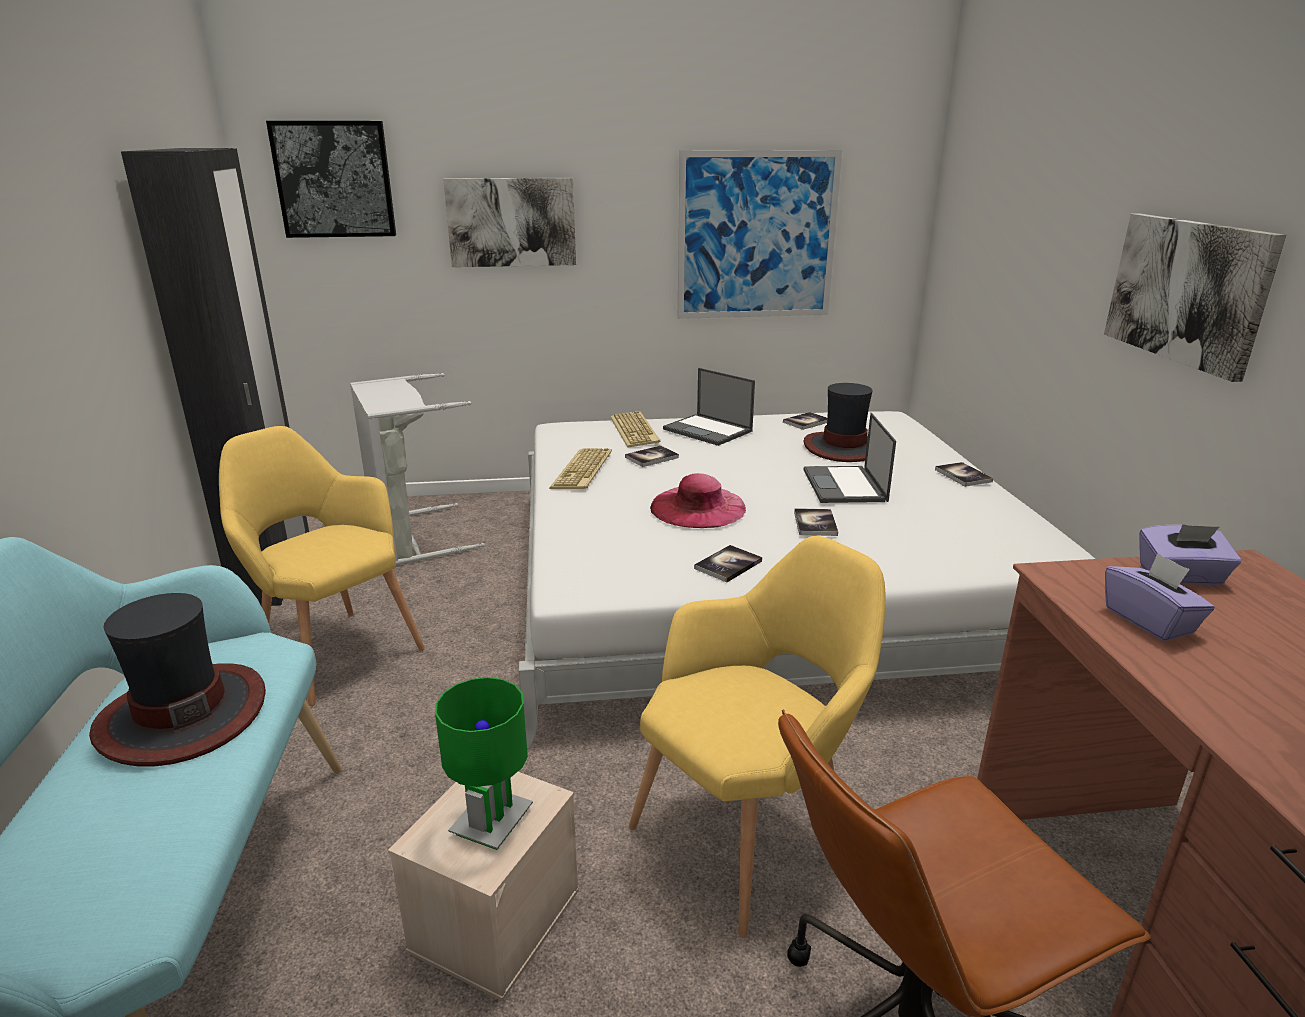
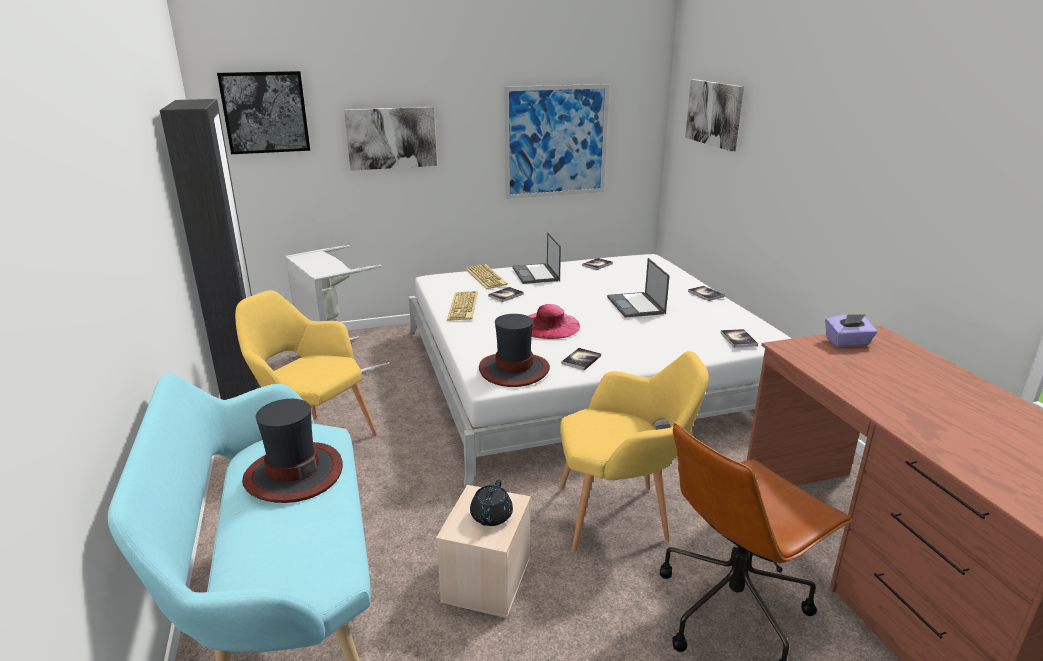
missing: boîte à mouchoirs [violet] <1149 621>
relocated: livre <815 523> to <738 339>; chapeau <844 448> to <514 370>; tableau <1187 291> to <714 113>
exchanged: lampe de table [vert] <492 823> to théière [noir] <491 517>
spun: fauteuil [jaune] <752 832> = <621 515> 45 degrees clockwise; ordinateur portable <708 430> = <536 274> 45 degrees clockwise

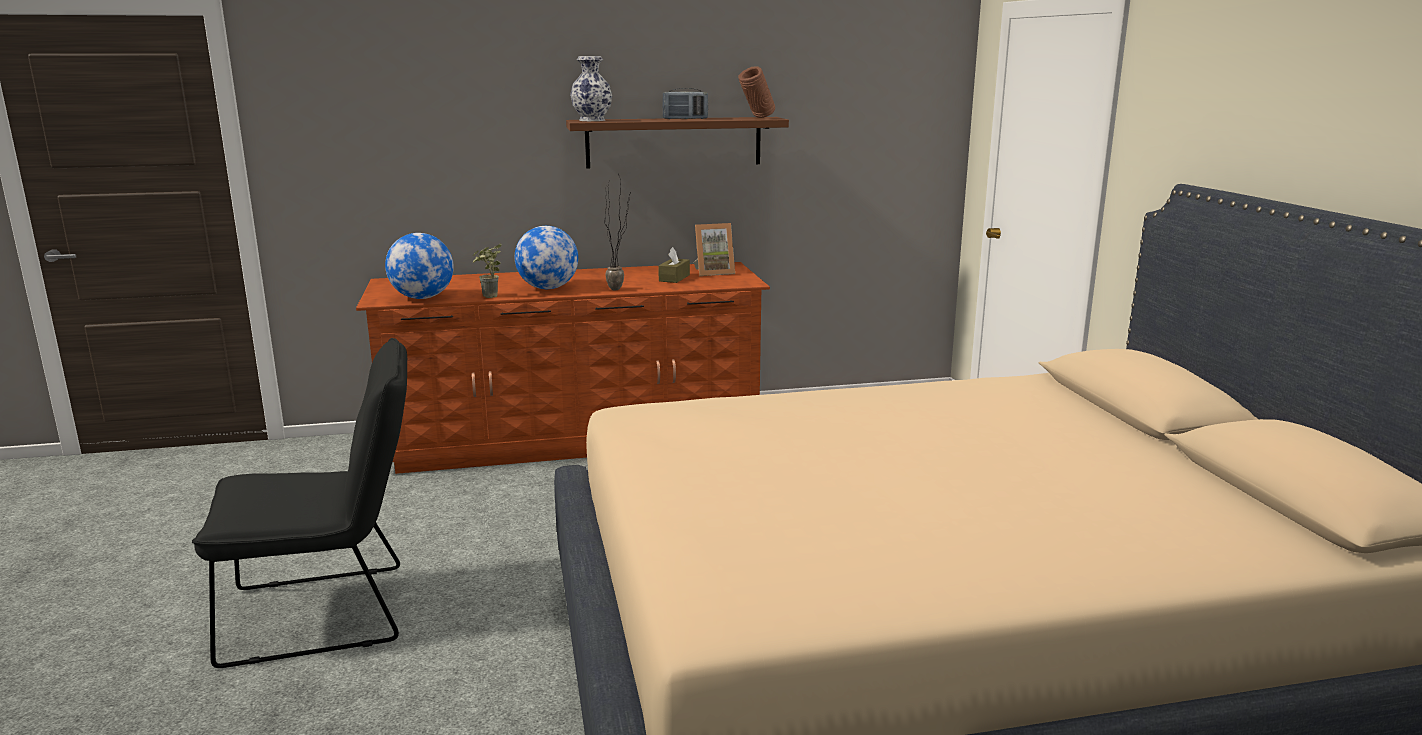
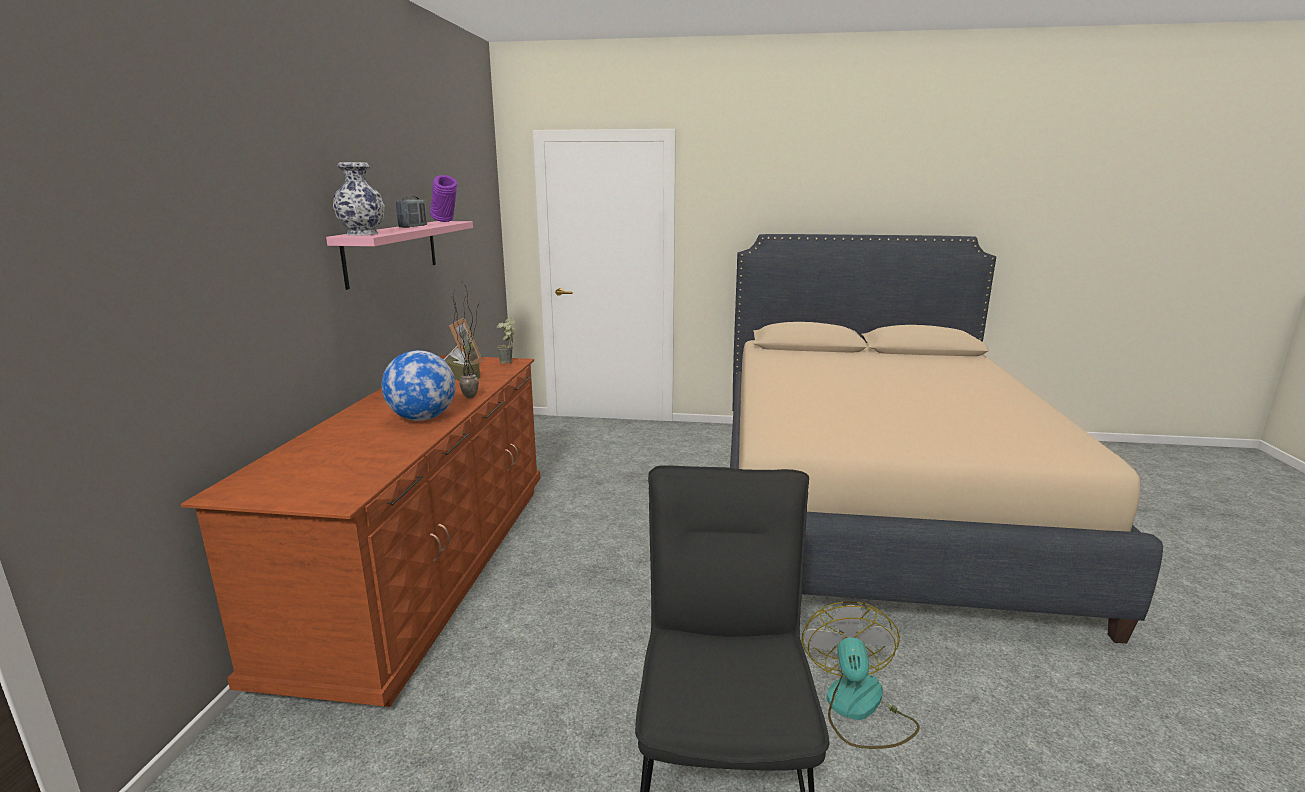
missing: globe <422 298>
appeared: ventilateur <858 709>
relocated: plante en pot <489 297> to <509 363>
colour: étagère [marron] <674 142> to étagère [rose] <392 251>; vase [marron] <757 118> to vase [violet] <445 222>

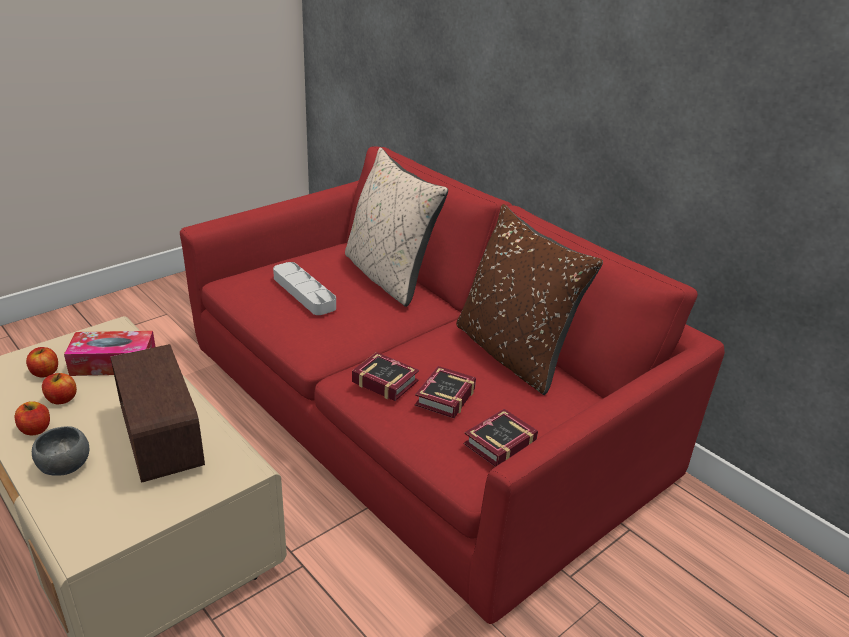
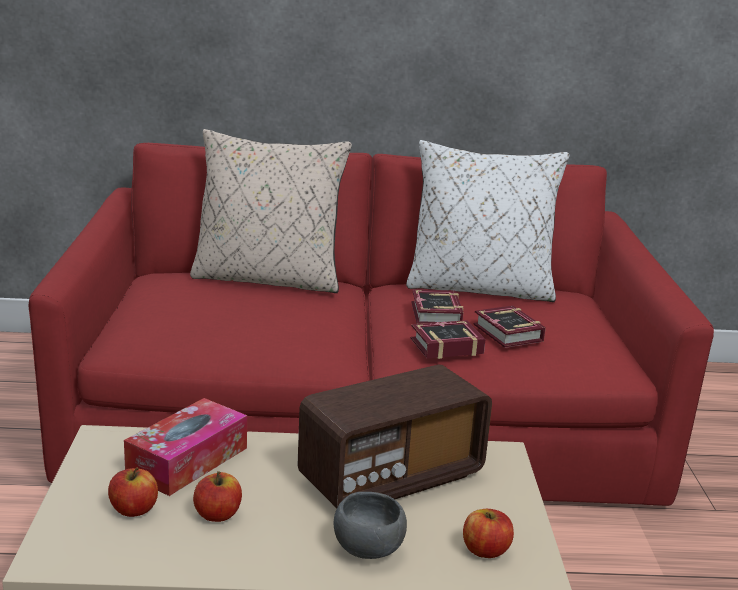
missing: plateau [gris] <304 292>
relocated: pomme <36 429> to <485 550>; livre <496 444> to <434 315>
colour: coussin [marron] <513 354> to coussin [blanc] <480 288>
spun: radio <162 439> = <391 478> 45 degrees counterclockwise

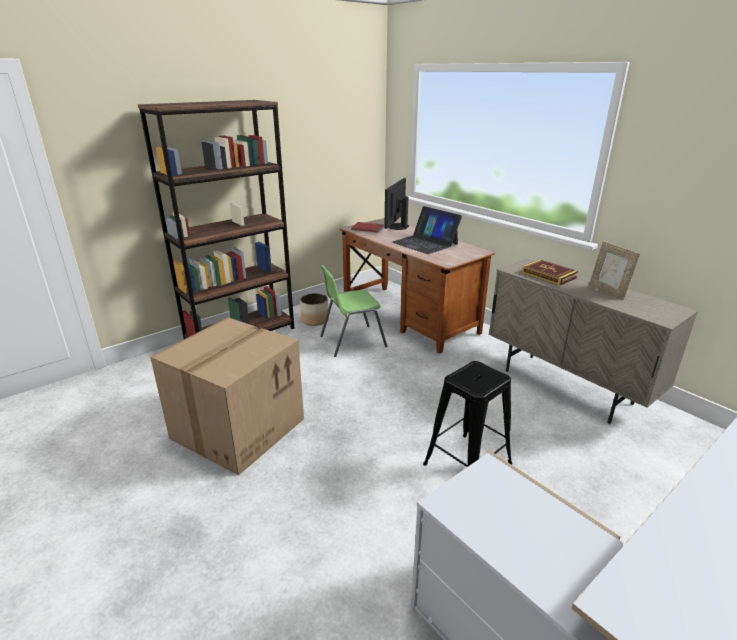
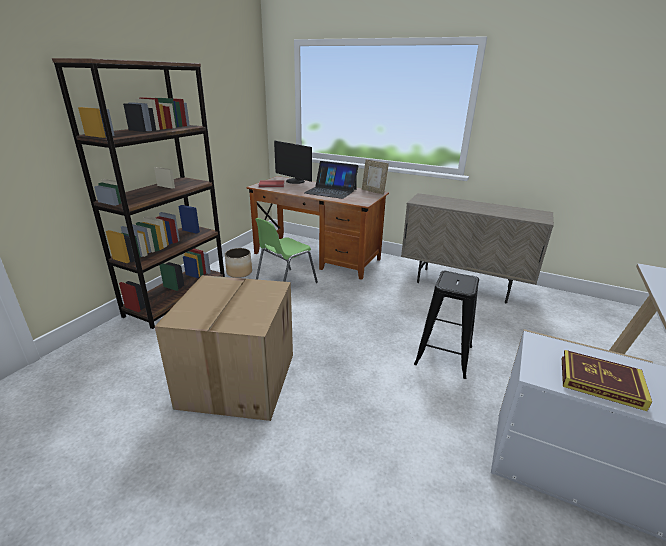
relocated: livre <548 275> to <600 382>; cadre photo <607 291> to <373 191>
spun: écran d'ordinateur <397 226> = <294 181> 45 degrees counterclockwise

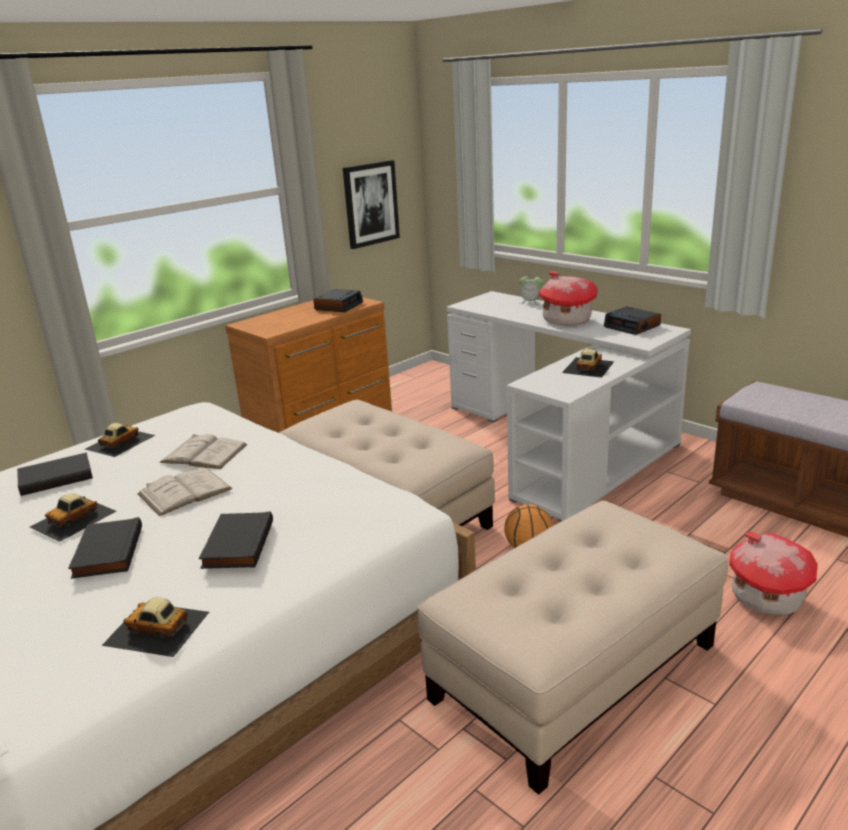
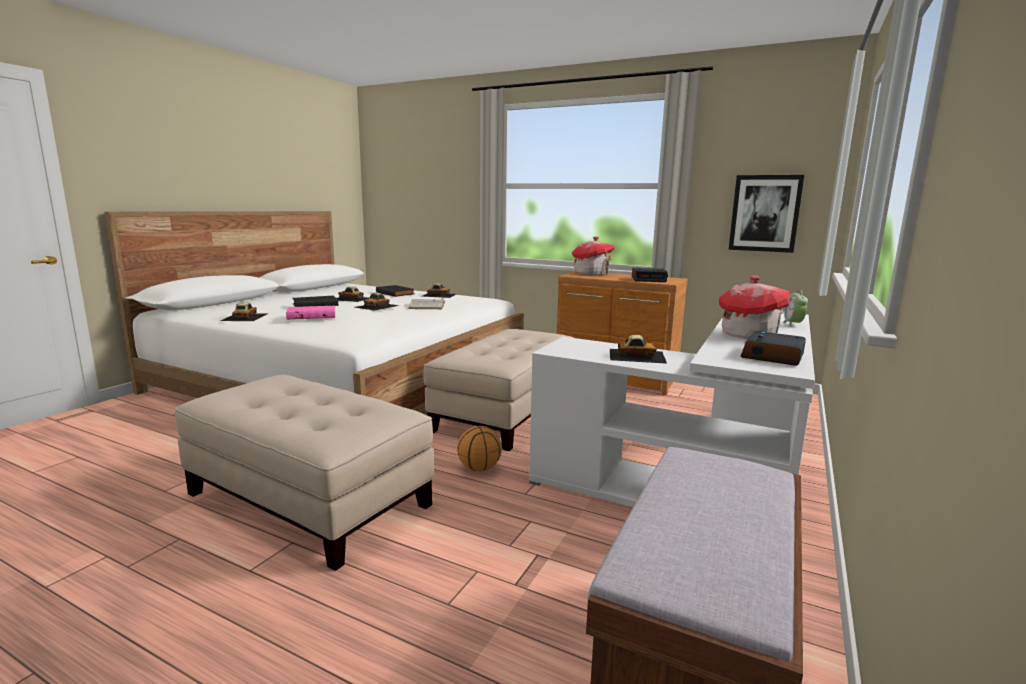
relocated: maison miniature <765 597> to <591 273>
exchanged: livre [blanc] <185 491> to petite voiture <377 306>
colour: livre [noir] <236 544> to livre [rose] <312 315>

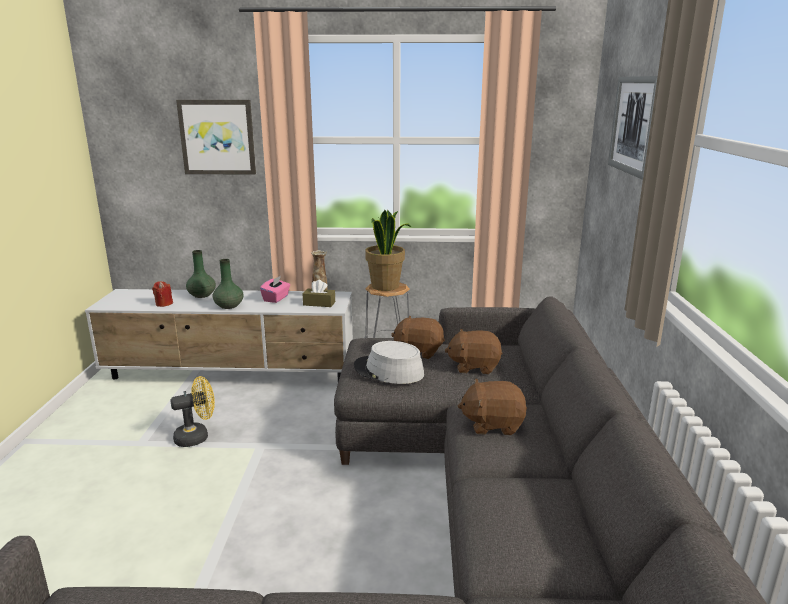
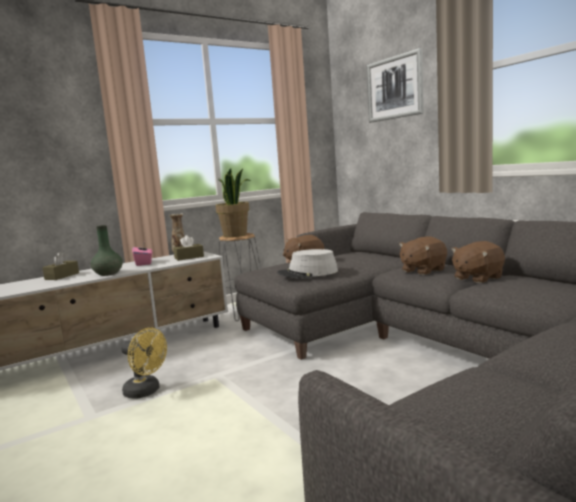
missing: bougie [rouge] <164 304>; tableau <217 137>
relocated: peluche [marron] <474 366> to <477 278>
exchanged: vase [vert] <202 295> to boîte à mouchoirs [marron] <62 276>
spun: ventilateur [jaune] <197 437> = <146 392> 90 degrees clockwise

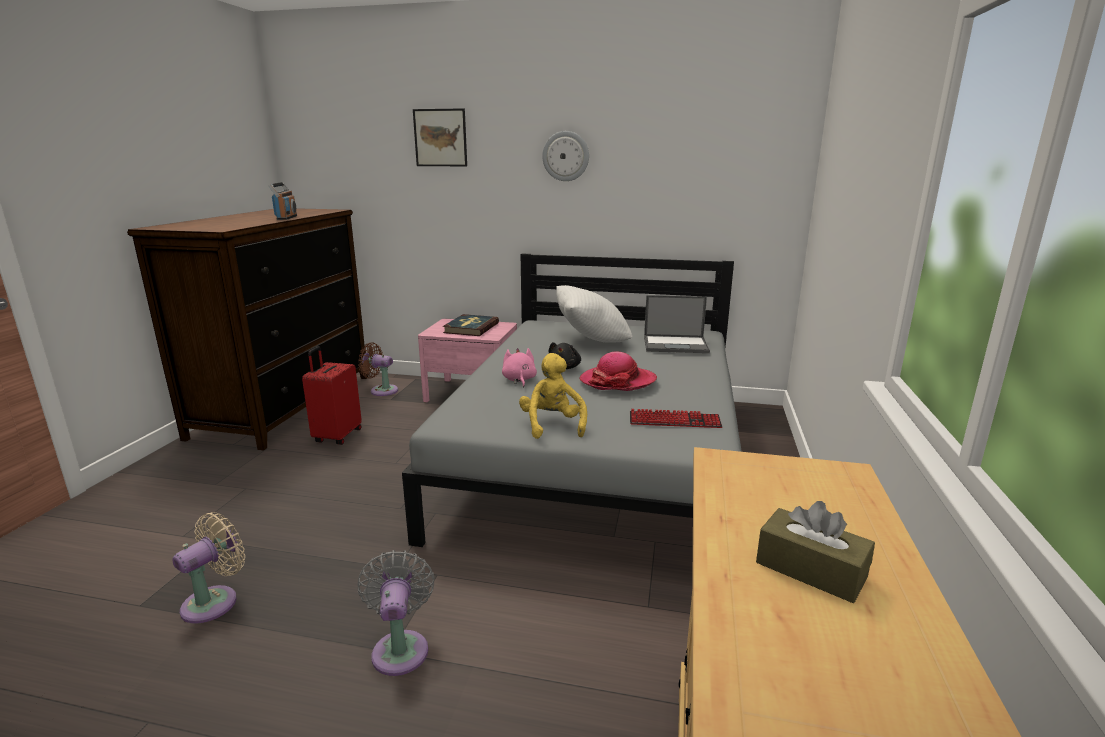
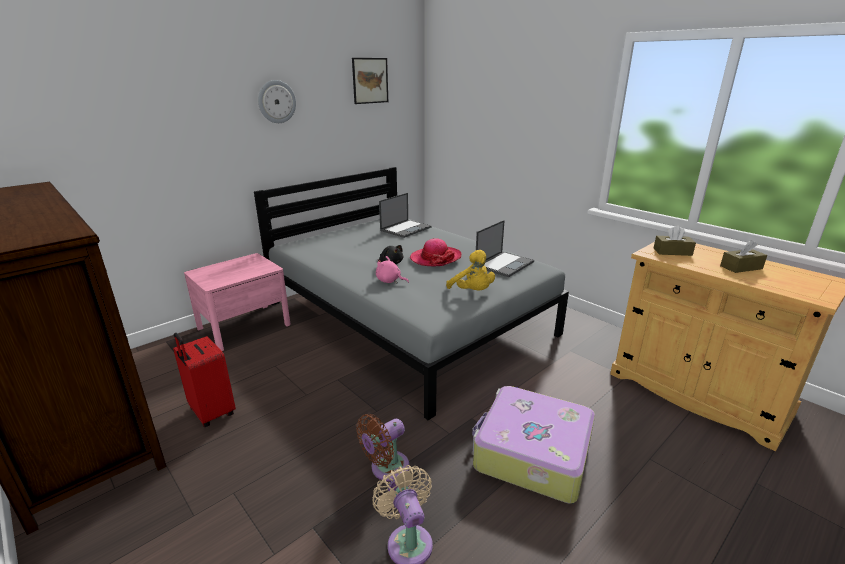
missing: radio <286 217>; livre <471 328>; coussin [blanc] <591 340>
appeared: boîte à mouchoirs [marron] <672 252>
relocated: ventilateur [marron] <381 390> to <386 468>; tableau <440 138> to <370 80>
exchanged: ventilateur [gris] <400 648> to valise <531 453>; clavier <674 421> to ordinateur portable <504 264>
spun: peluche [jaune] <552 425> = <472 292> 150 degrees counterclockwise

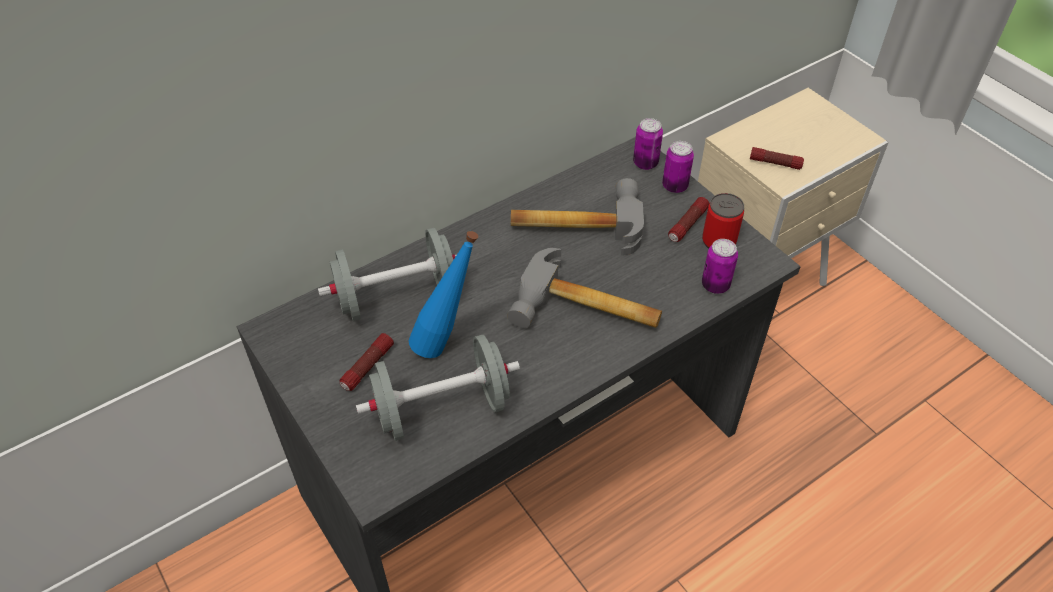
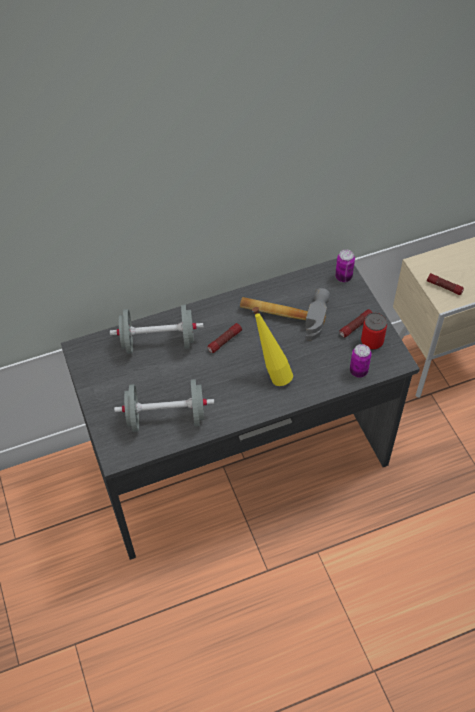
missing: bouteille [bleu] <447 343>; boîte métallique <674 186>
relocated: lampe de poche <367 367> to <224 341>
exchanged: marteau <587 312> to bouteille [jaune] <271 374>

